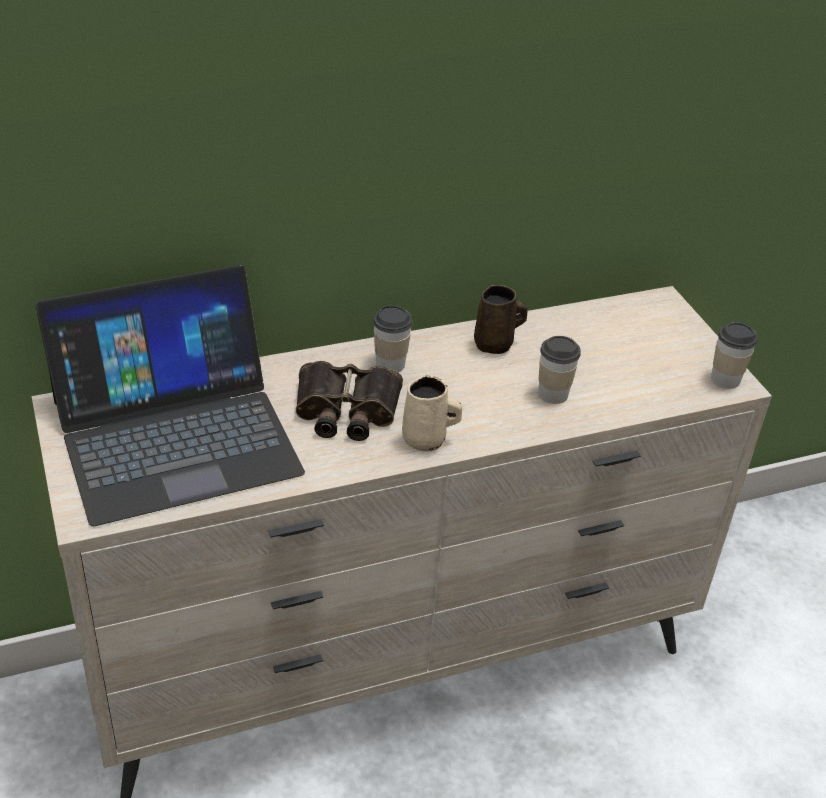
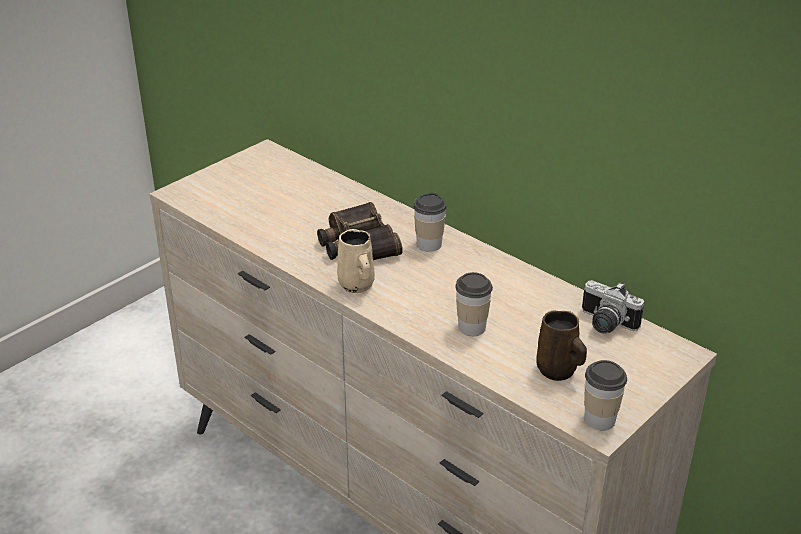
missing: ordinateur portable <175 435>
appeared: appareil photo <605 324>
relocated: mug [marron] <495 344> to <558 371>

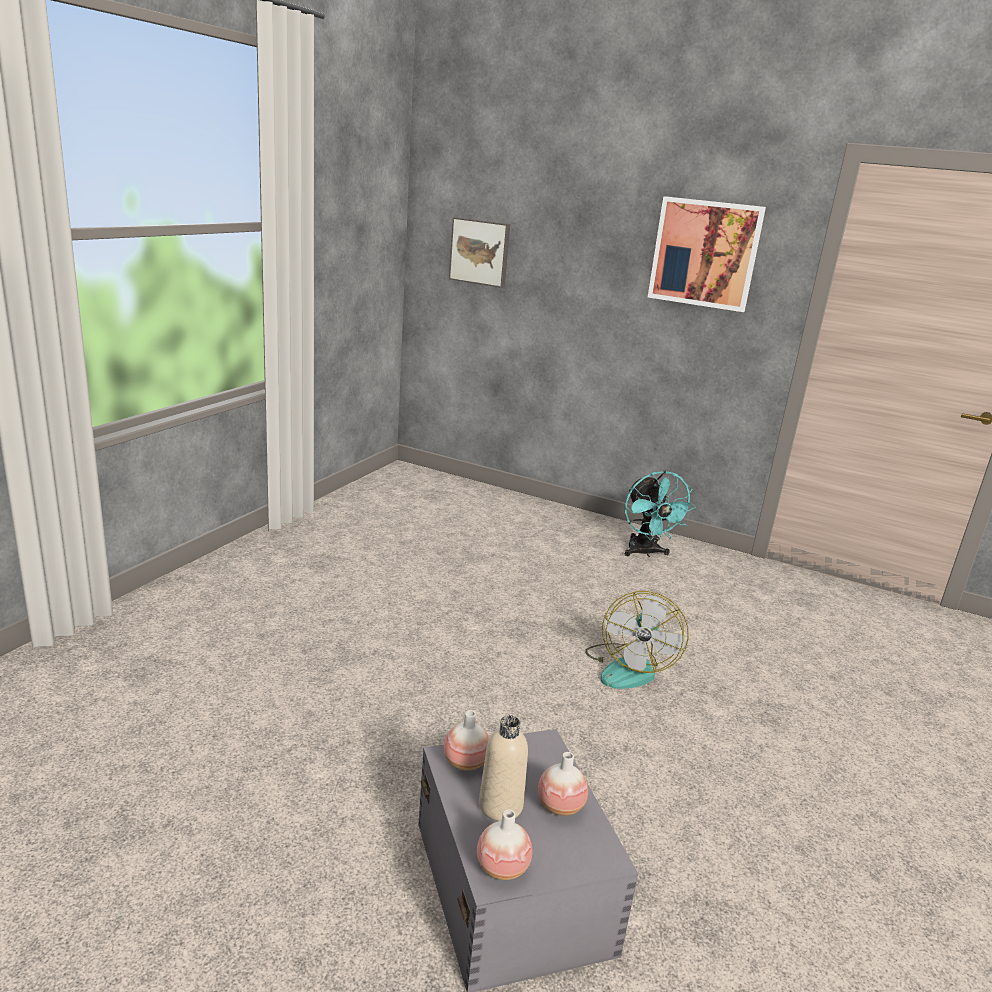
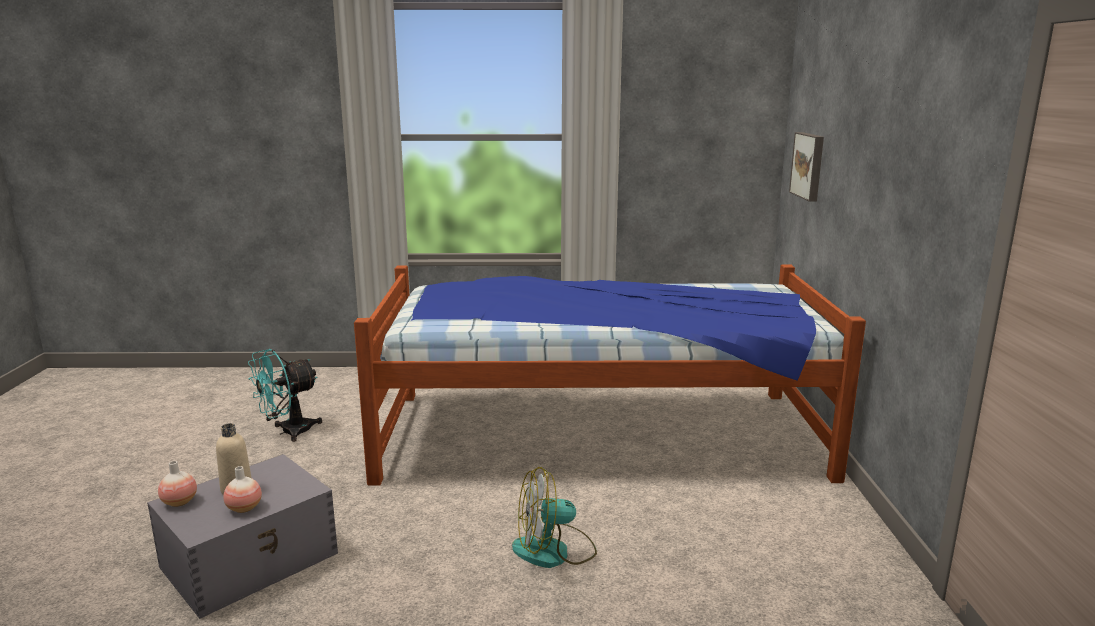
missing: vase <465 763>; tableau <705 253>
appeared: lit <597 433>
relocated: ventilateur [turquoise] <645 553> to <288 432>

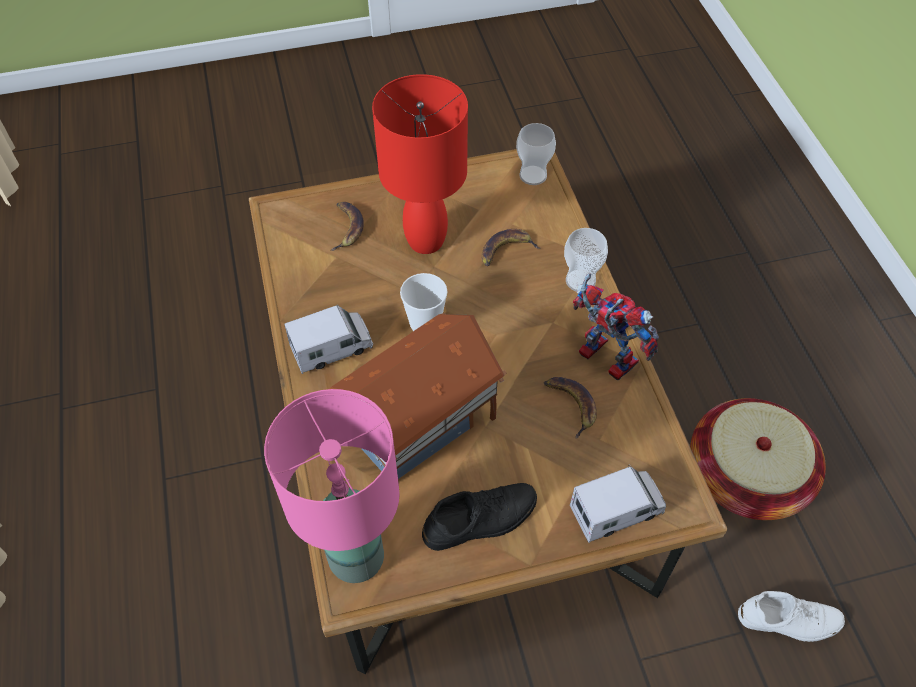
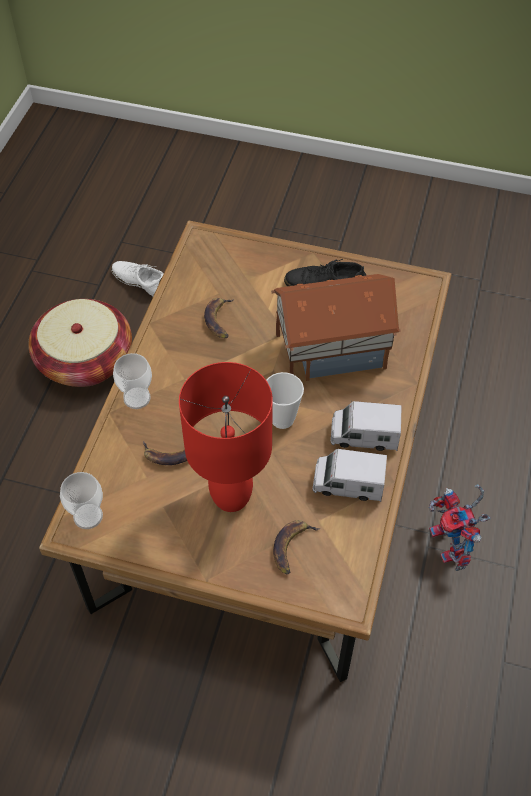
missing: lampe de table [rose] <357 557>
relocated: camion jouet <616 511> to <348 483>; robot jouet <600 357> to <452 546>

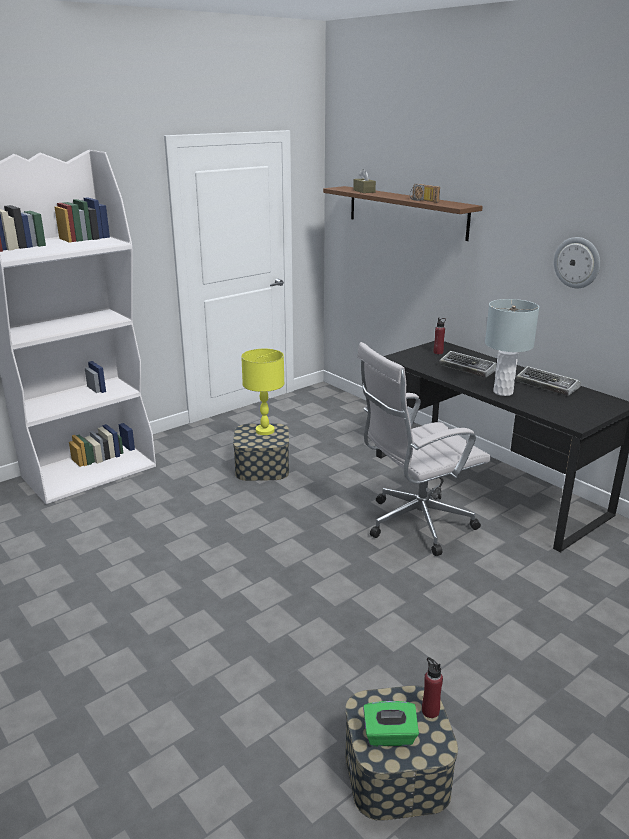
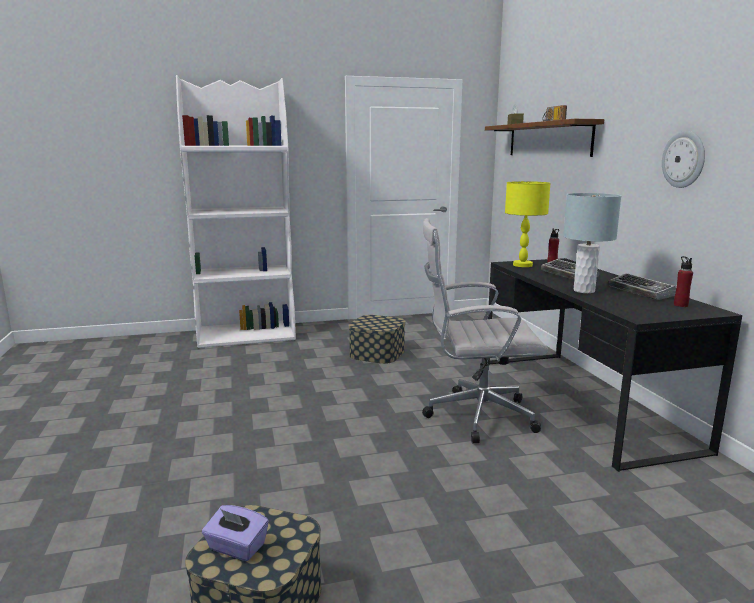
relocated: lampe de table [jaune] <265 431> to <523 265>; bouteille [rouge] <430 711> to <680 305>
colour: boîte à mouchoirs [vert] <389 736> to boîte à mouchoirs [violet] <236 547>

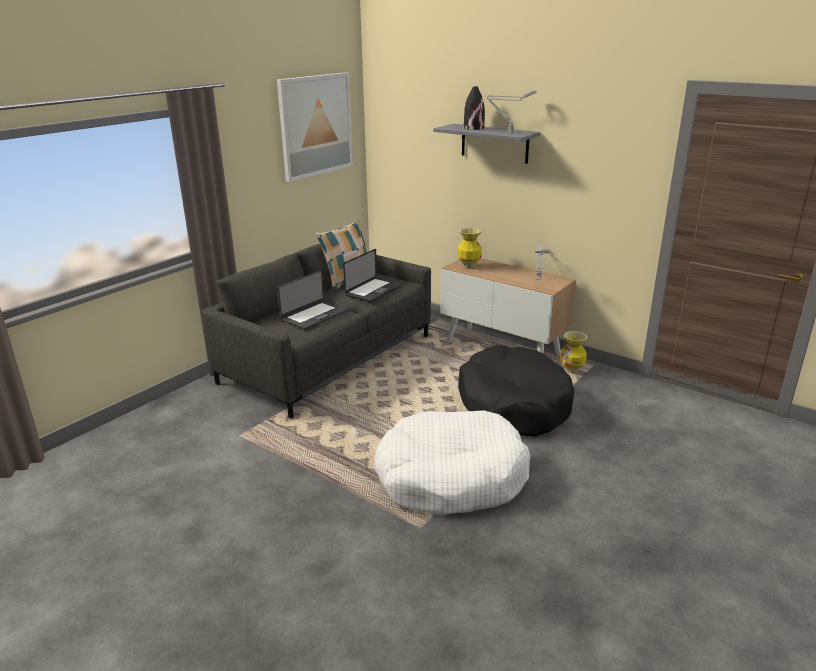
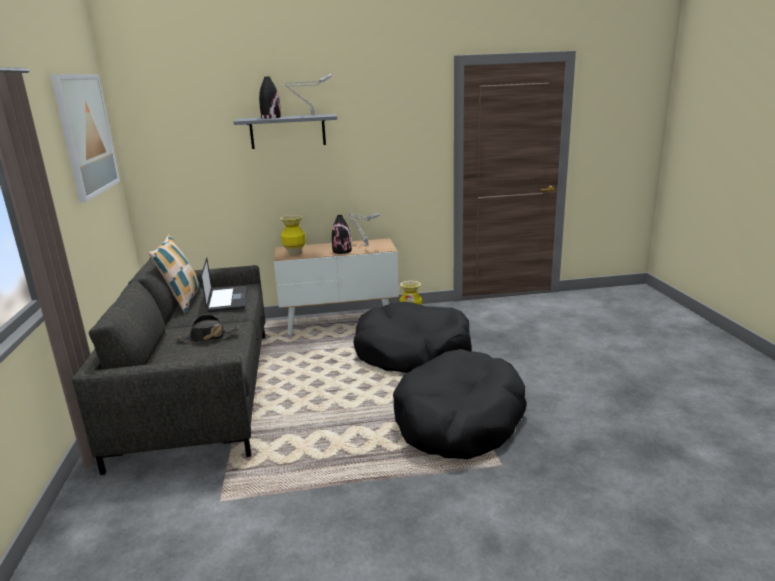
appeared: vase [noir] <342 251>
exchanged: ordinateur portable <313 315> to chapeau [noir] <207 337>
colour: panier pour chien [blanc] <451 477> to panier pour chien [noir] <459 420>

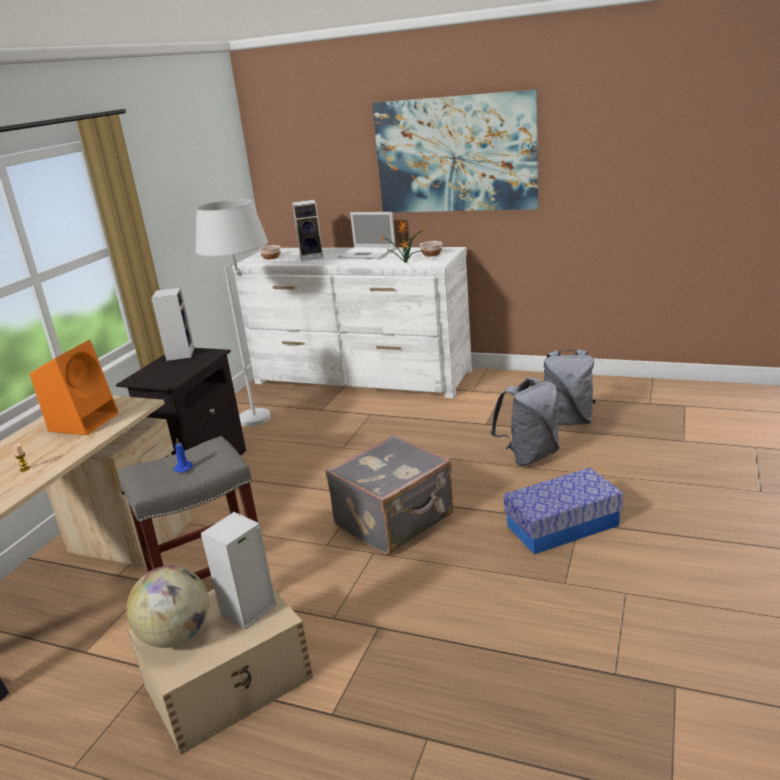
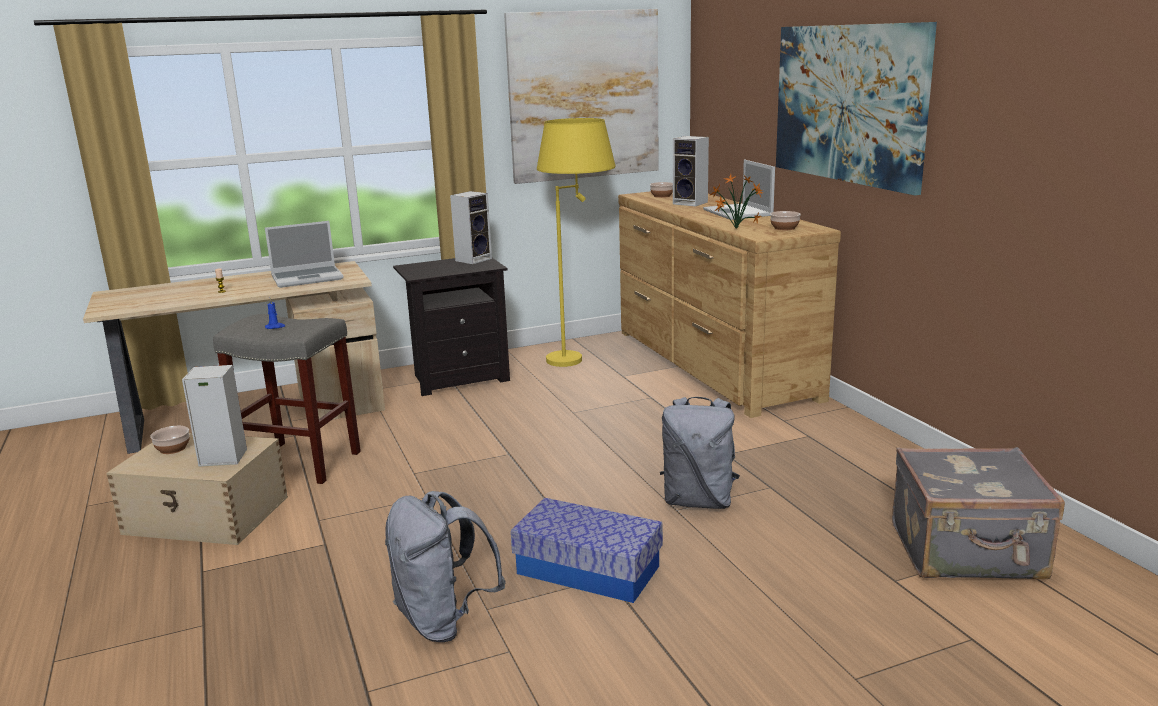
appeared: tableau <584 96>
relocated: valise [gris] <396 521> to <967 552>; sac à dos [gris] <568 420> to <444 621>
exchanged: enceinte [orange] <85 421> to ordinateur portable <308 278>; globe <177 636> to bol <173 448>
colour: lampadaire [blanc] <262 410> to lampadaire [jaune] <582 356>; commode [blanc] <361 377> to commode [marron] <712 364>

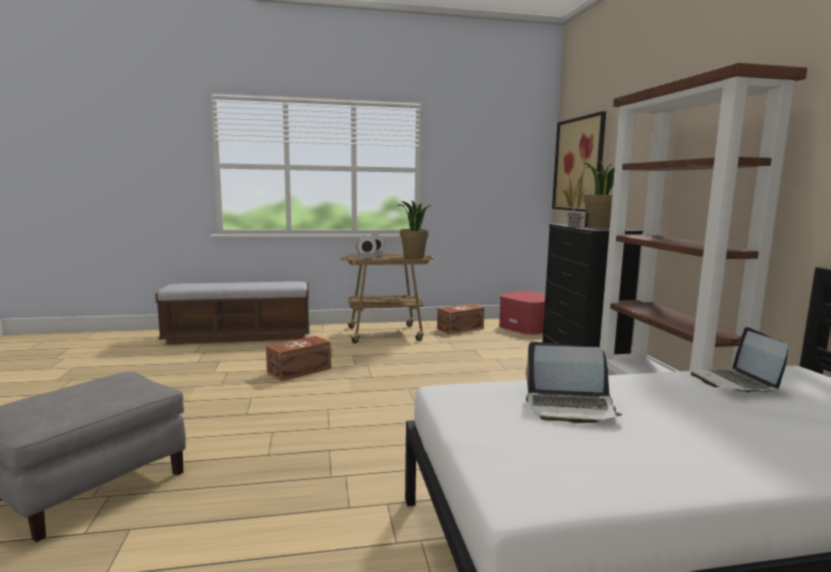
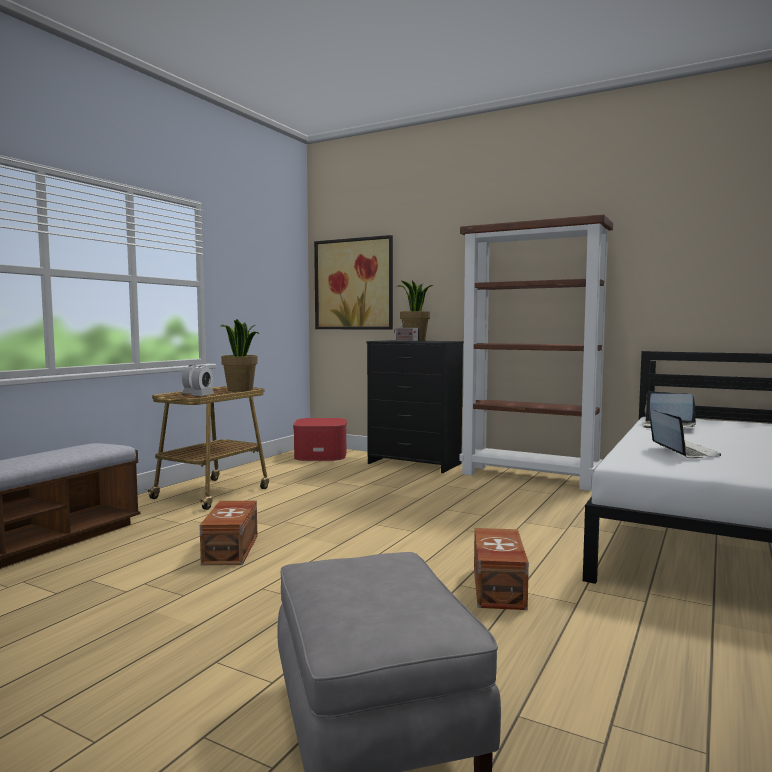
relocated: boîte de rangement [marron] <459 328> to <497 588>
spun: ordinateur portable <570 407> = <682 452> 60 degrees counterclockwise

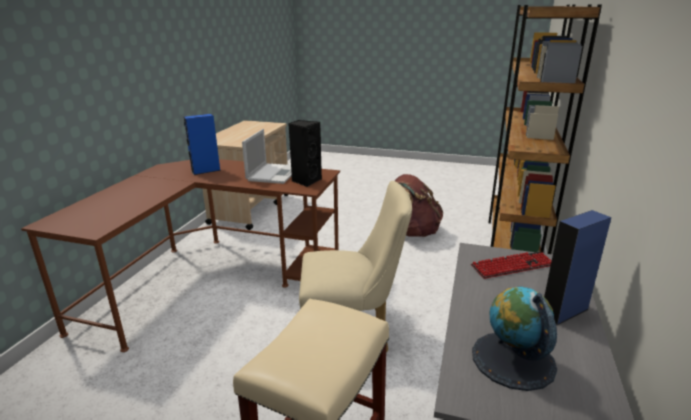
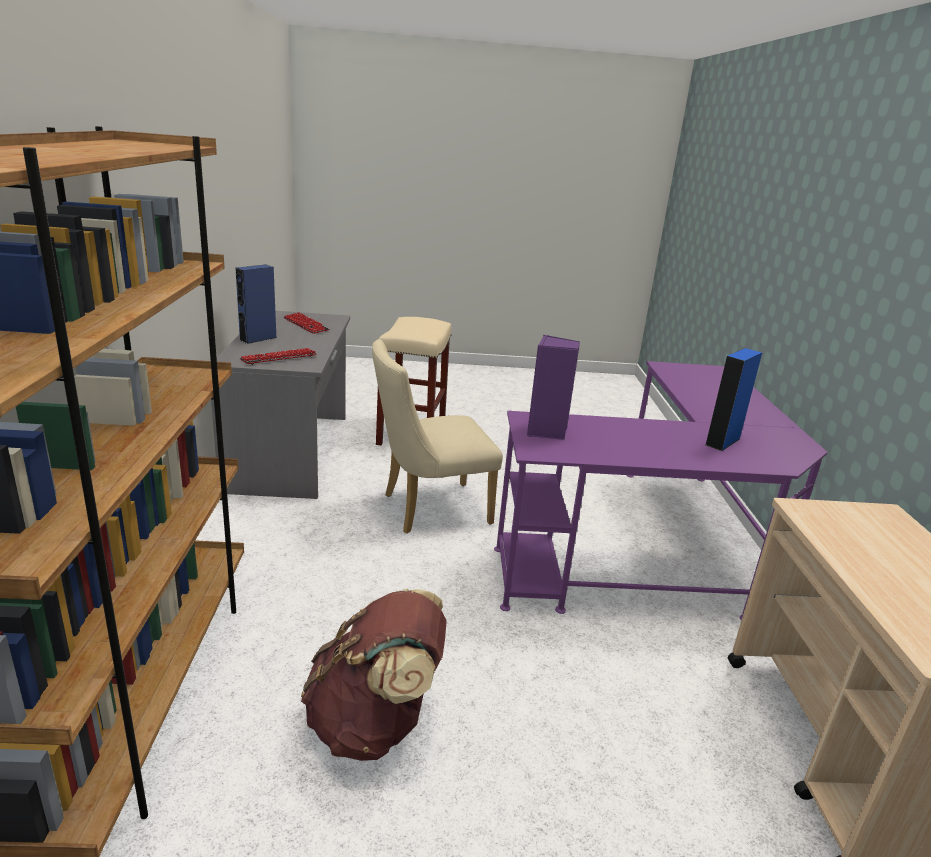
missing: ordinateur portable <274 173>
exchanged: globe <512 360> to clavier <306 325>
colour: bureau [marron] <210 278> to bureau [violet] <656 550>; enceinte [noir] <306 181> to enceinte [violet] <547 431>

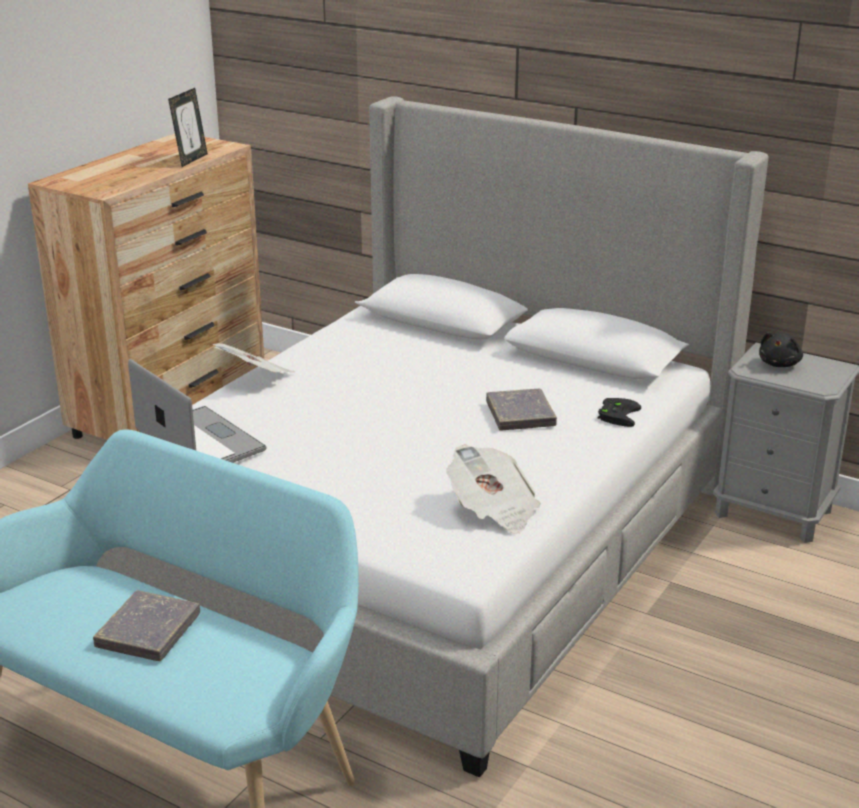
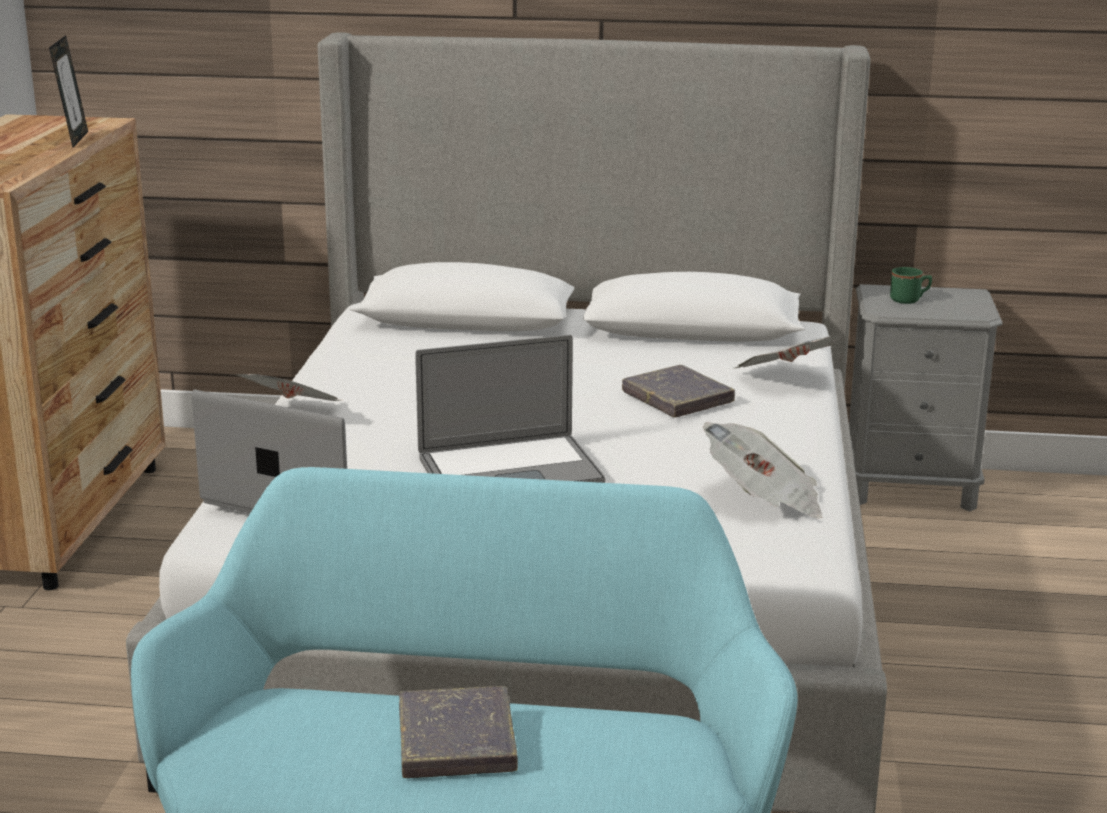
appeared: ordinateur portable <510 470>
exchanged: manette [noir] <617 414> to journal <785 379>; peluche [noir] <779 364> to mug [vert] <909 300>

